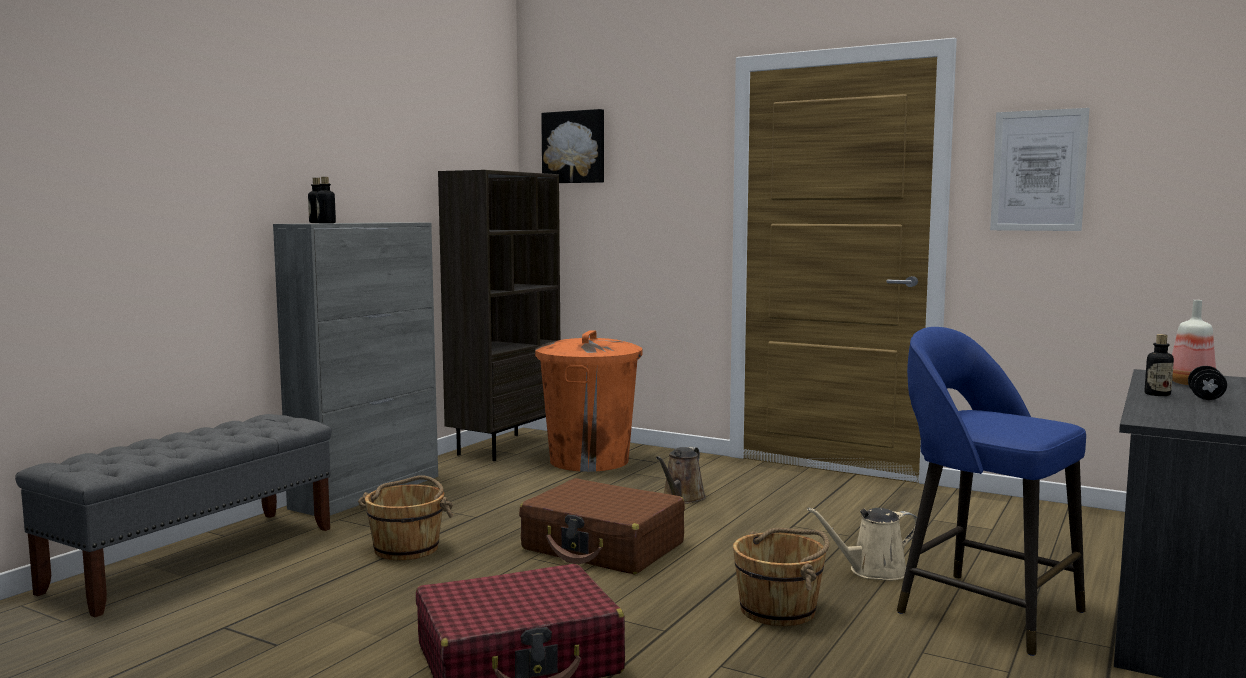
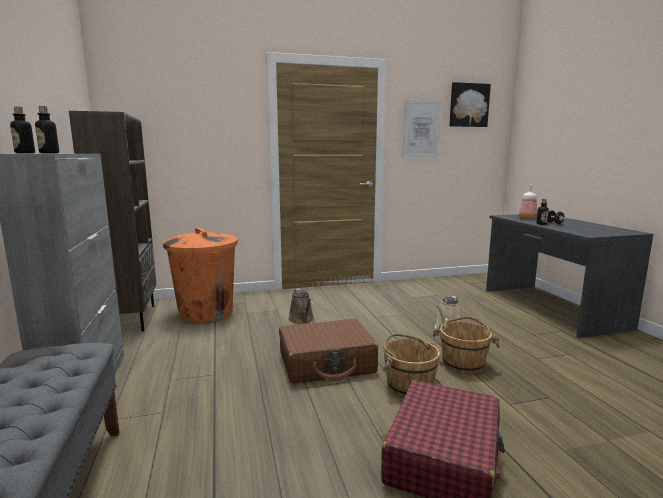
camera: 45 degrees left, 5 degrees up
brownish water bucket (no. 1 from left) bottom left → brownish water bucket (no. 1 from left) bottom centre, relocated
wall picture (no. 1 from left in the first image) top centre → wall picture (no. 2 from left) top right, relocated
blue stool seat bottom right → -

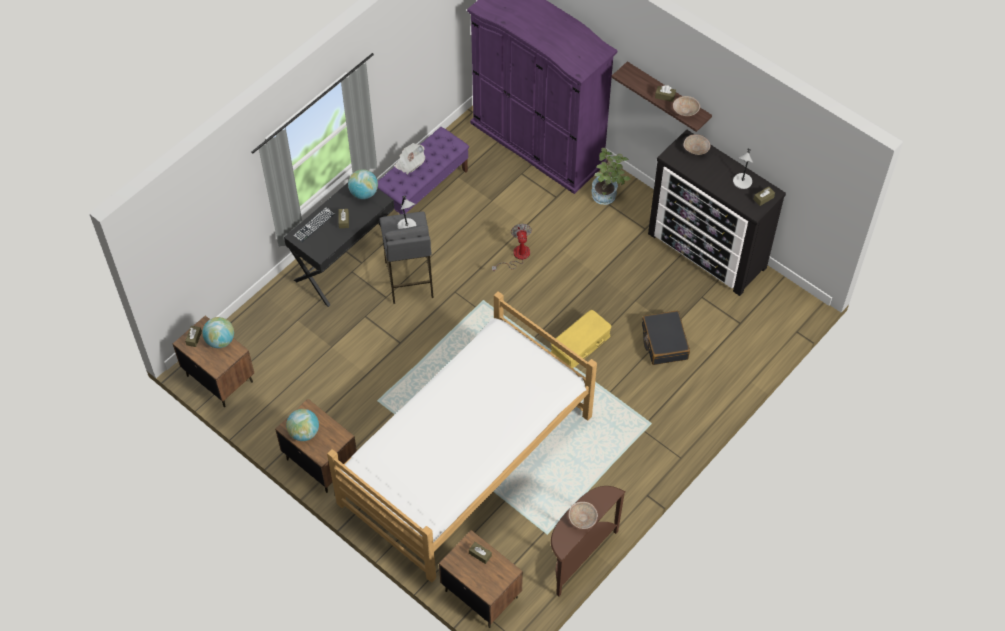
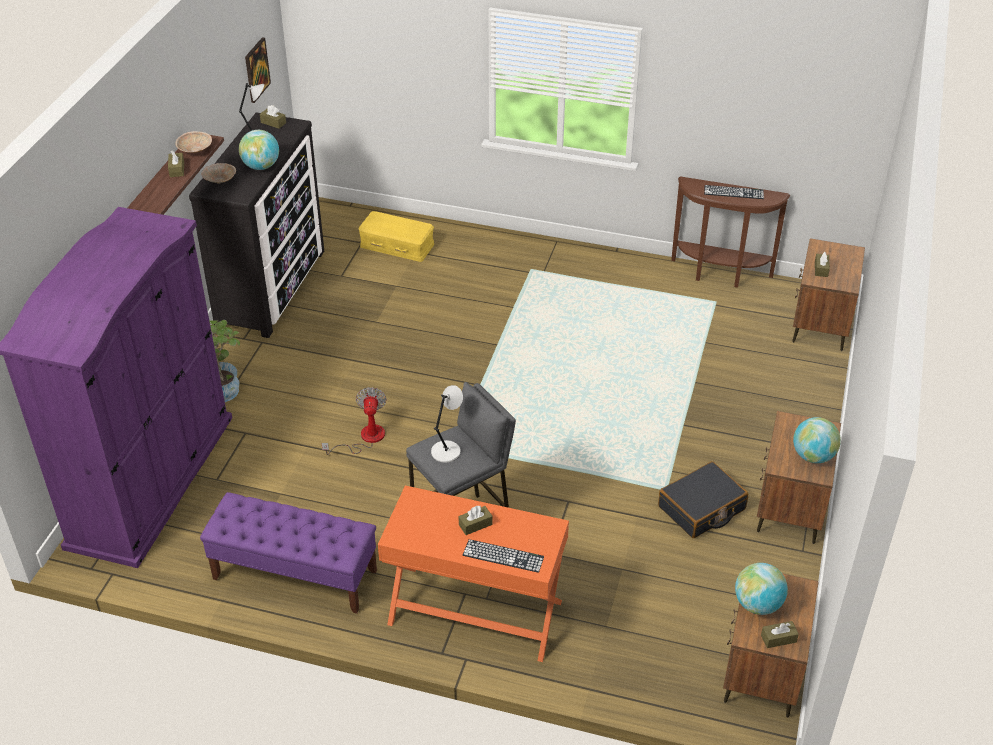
camera: 115 degrees left, 15 degrees down
black desk centre → orangey desk bottom centre
bed bottom centre → -
world globe (no. 3 from left in the first image) top centre → world globe (no. 1 from left) top left, relocated
newspaper top centre → -
electric fan centre, 120 degrees clockwise
yellow-coloured storage container centre → yellow-coloured storage container top centre, relocated
beige bowl (no. 1 from left) bottom centre → computer keyboard (no. 2 from left) top right
black suitcase centre → black suitcase bottom right, relocated
- → wall picture top left

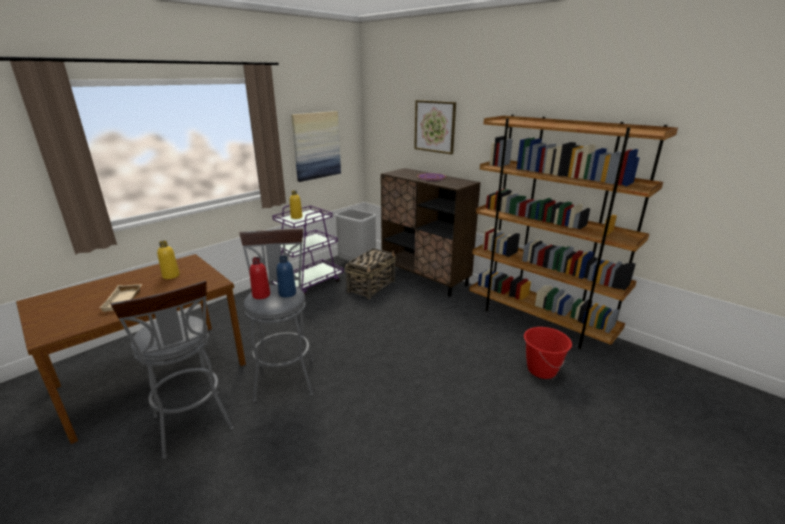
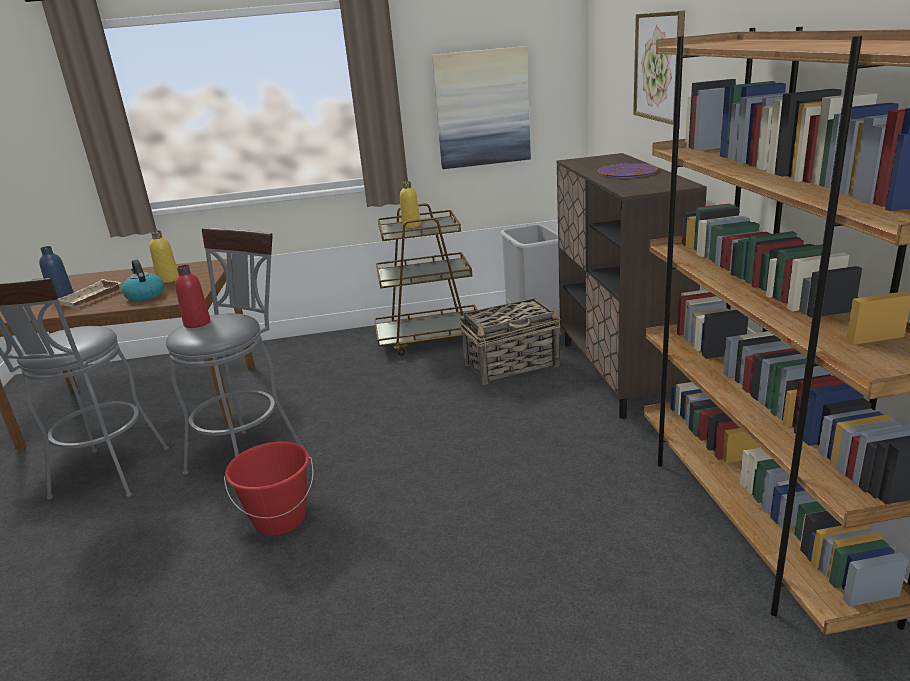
camera: 40 degrees right, 0 degrees up
purple cart centre → brownish cart centre
blue beverage bottle centre → blue beverage bottle middle left, relocated
reddish water bucket bottom right → reddish water bucket bottom left, relocated
- → water kettle middle left

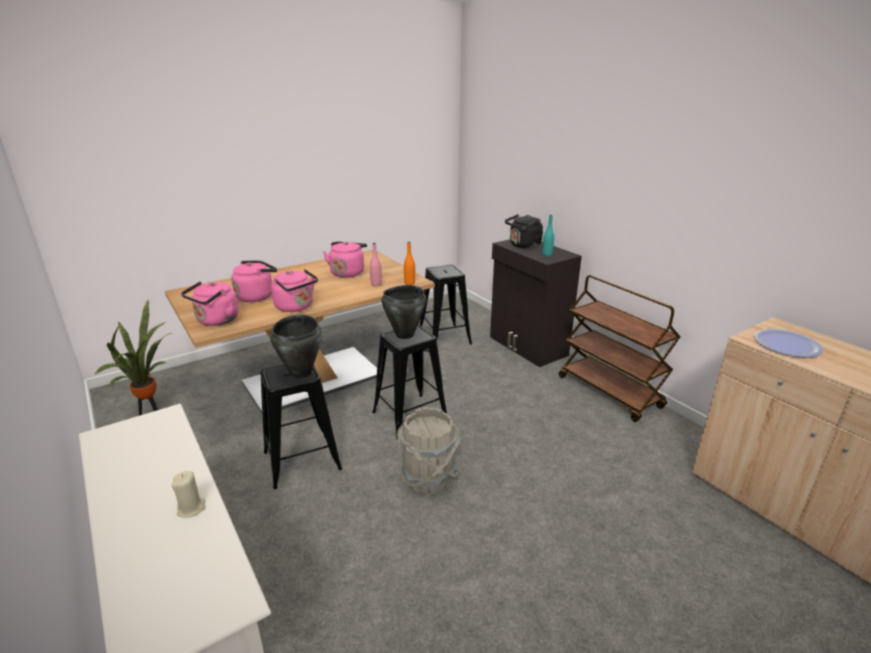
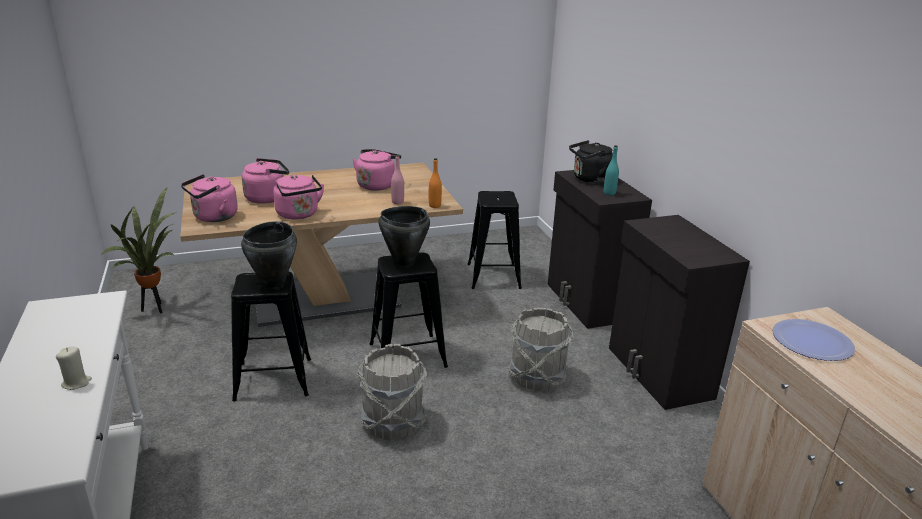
camera: 15 degrees right, 0 degrees up
brownish cart middle right → black cabinet (no. 2 from left) middle right
- → grey water bucket (no. 2 from left) bottom centre

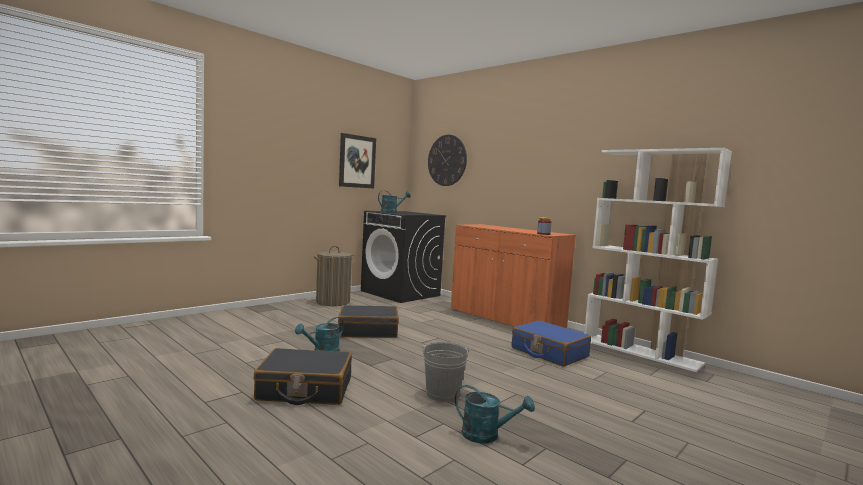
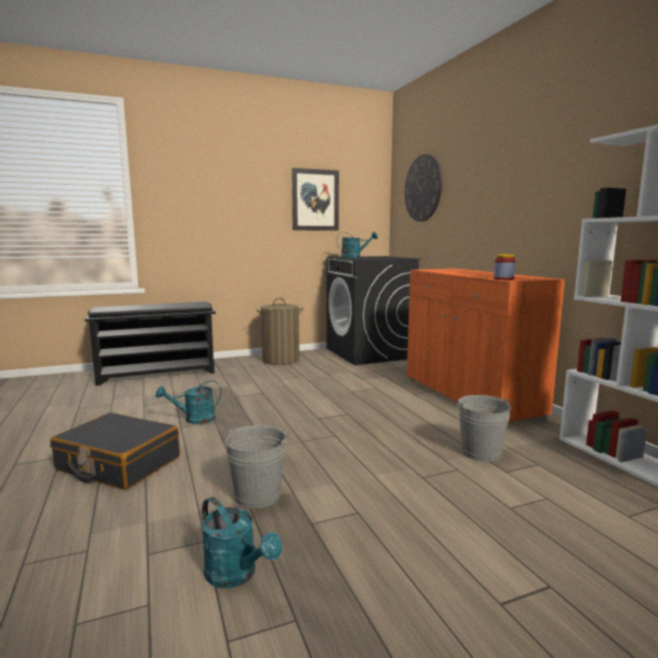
camera: 25 degrees right, 5 degrees up
black suitcase (no. 2 from left) centre → -
blue suitcase bottom centre → grey water bucket (no. 2 from left) middle right
- → black shoe shelf middle left

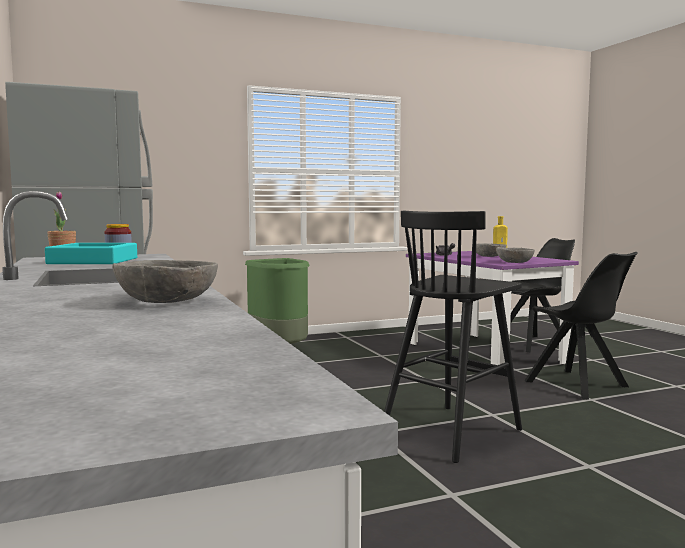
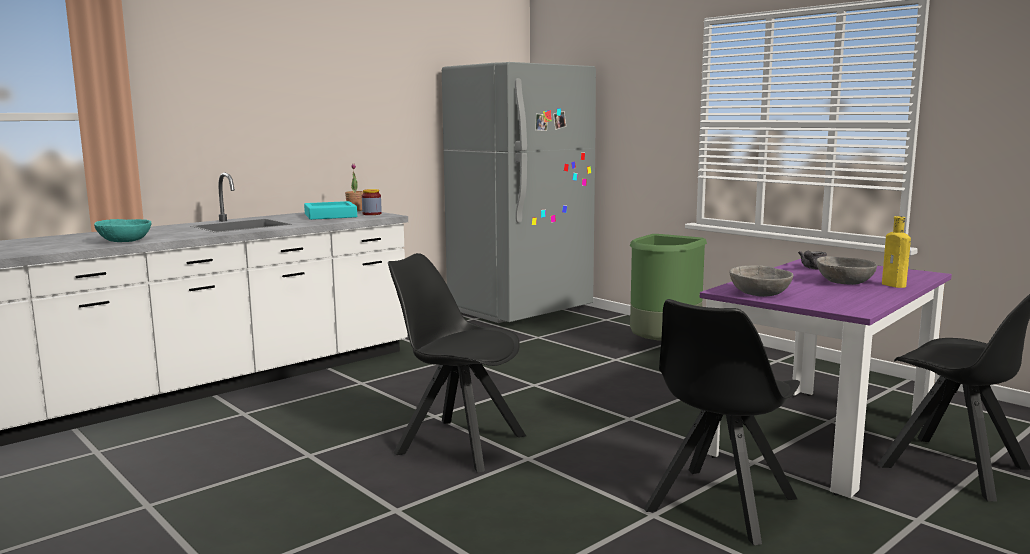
camera: 70 degrees right, 5 degrees up
grey bowl (no. 1 from left) middle left → blue-green bowl middle left
black stool seat centre → black chair (no. 1 from left) centre

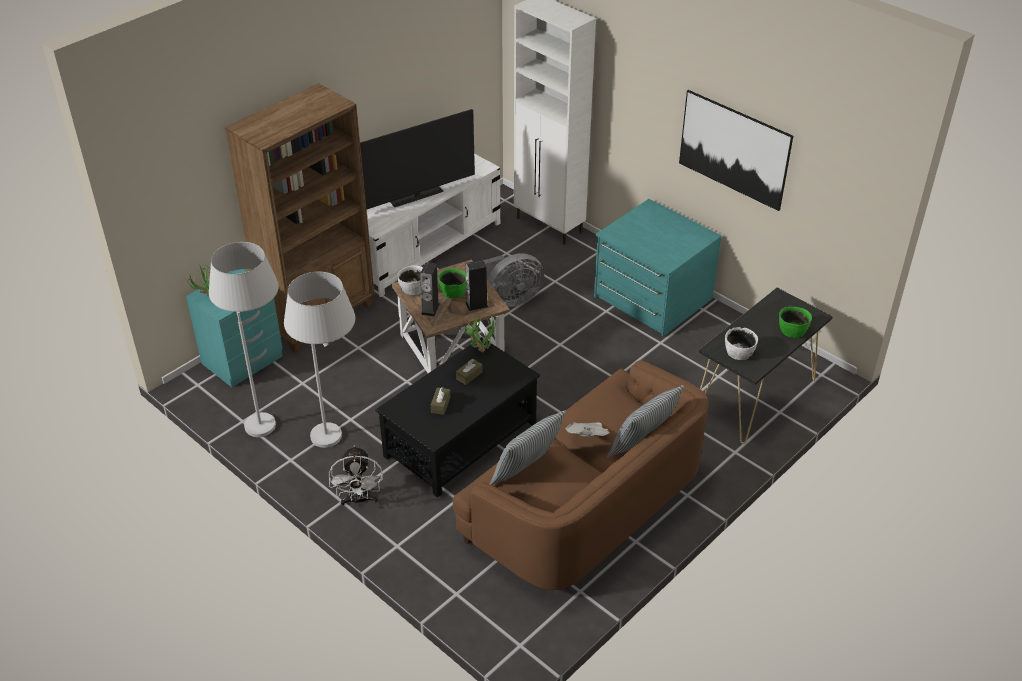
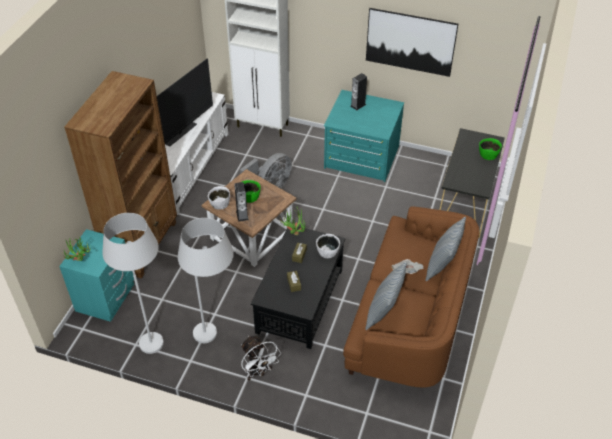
camera: 25 degrees left, 5 degrees up
loudspeaker (no. 2 from left) centre → loudspeaker (no. 2 from left) top centre, relocated
white bowl (no. 2 from left) middle right → white bowl (no. 2 from left) centre, relocated

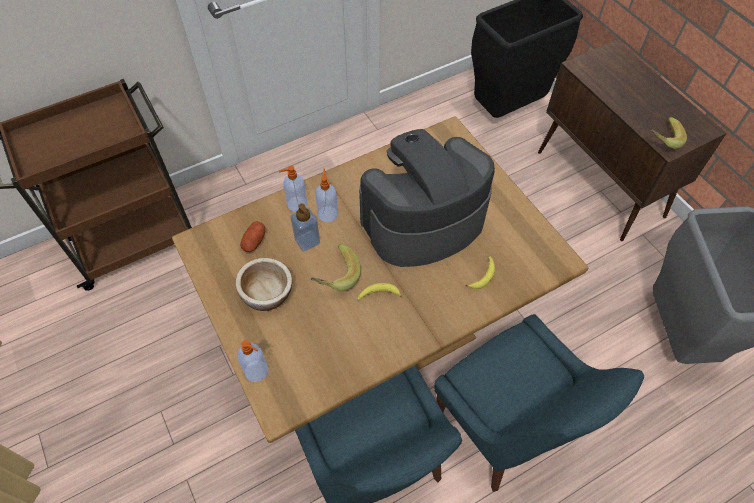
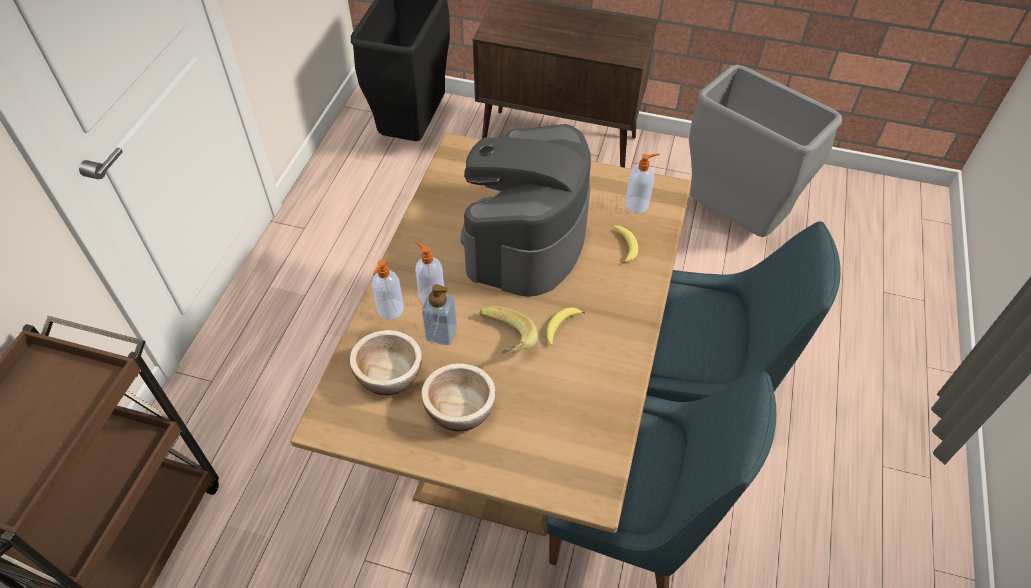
camera: 45 degrees left, 5 degrees down
soap dispenser (no. 1 from left in the first image) bottom centre → soap dispenser (no. 4 from left) top centre, relocated
whole potato centre → bowl (no. 1 from left) centre
banana fruit (no. 4 from left) top right → -

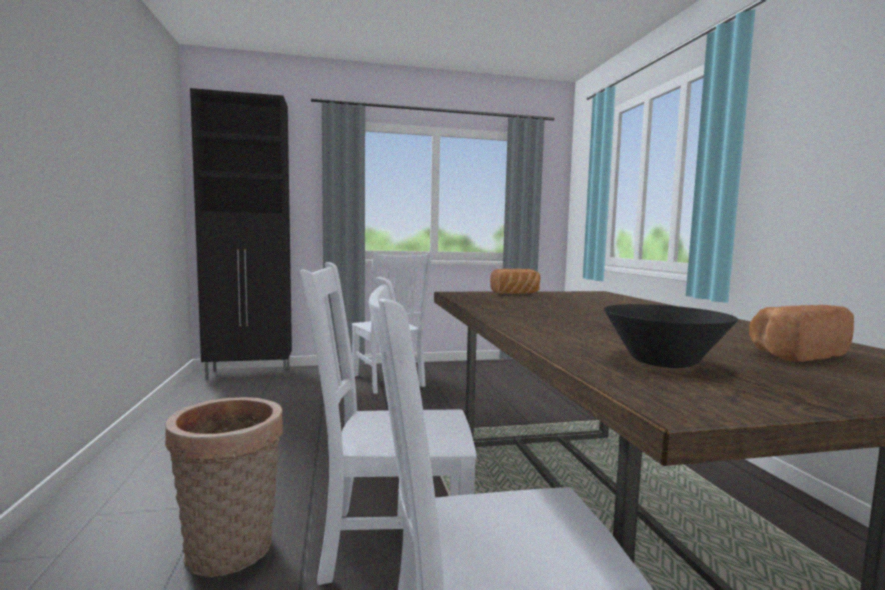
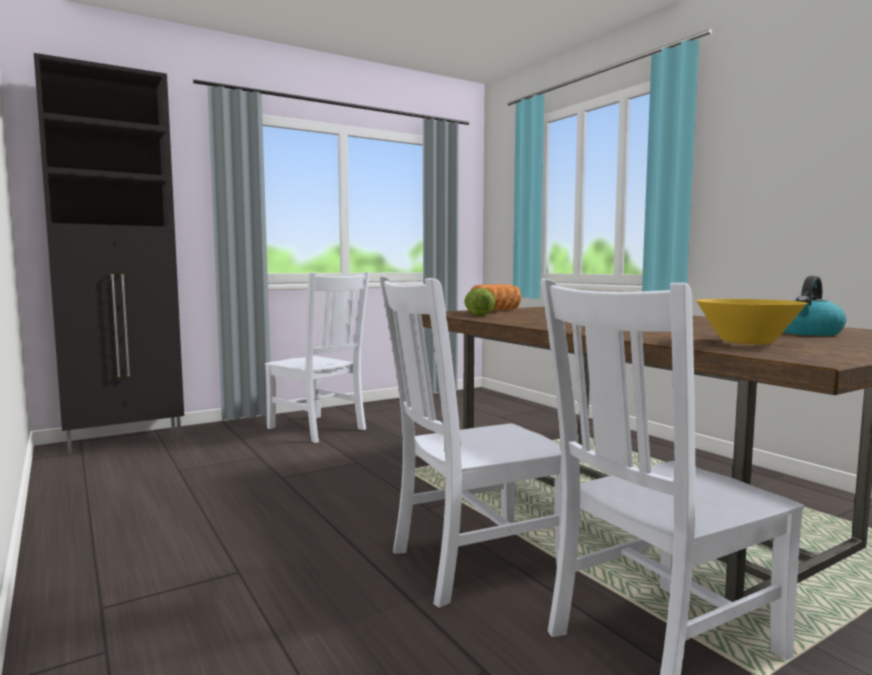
camera: 20 degrees left, 0 degrees up
storage basket bottom left → -
black bowl middle right → yellow-coloured bowl middle right
bread (no. 2 from left) middle right → water kettle middle right
- → lettuce centre

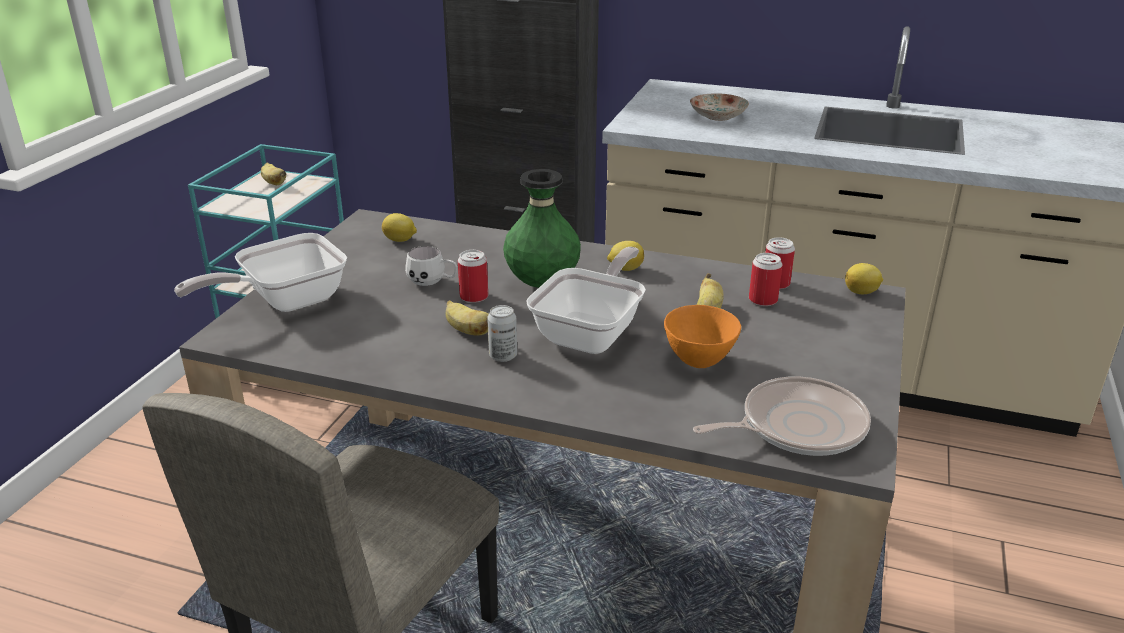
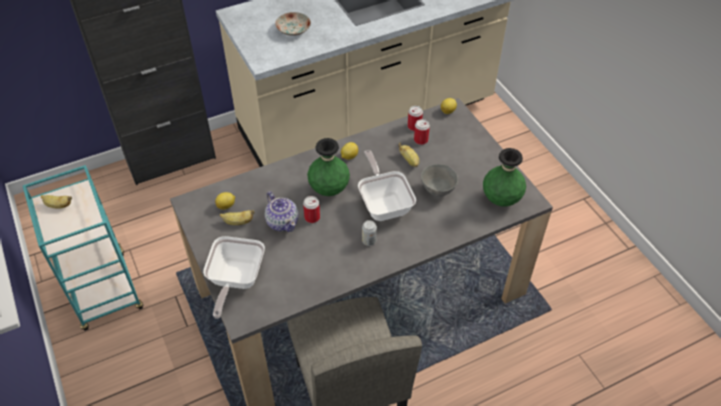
camera: 45 degrees left, 20 degrees up
white tea mug centre → teapot centre
banana fruit (no. 2 from left) centre → banana fruit (no. 2 from left) middle left, relocated
orangey bowl centre → grey bowl centre
pan (no. 3 from left) middle right → green-coloured vase (no. 2 from left) middle right

